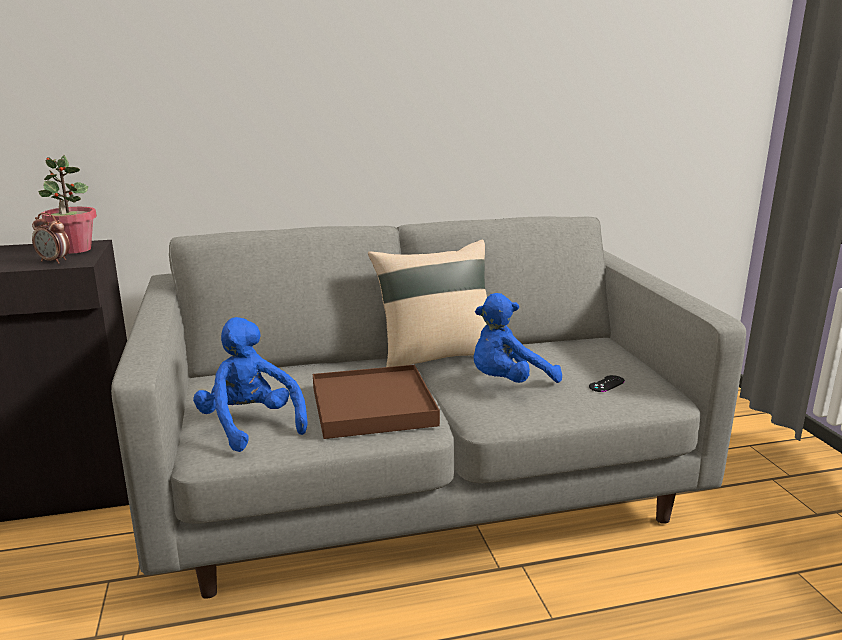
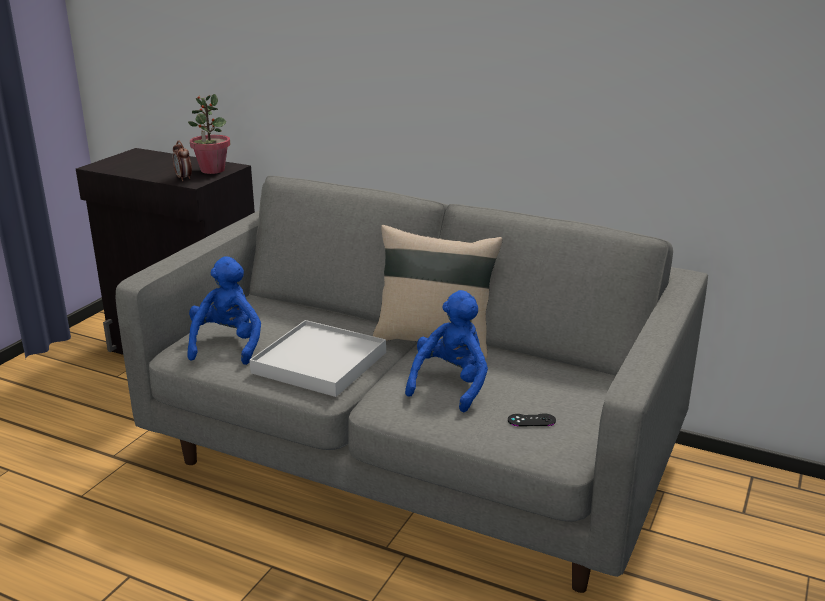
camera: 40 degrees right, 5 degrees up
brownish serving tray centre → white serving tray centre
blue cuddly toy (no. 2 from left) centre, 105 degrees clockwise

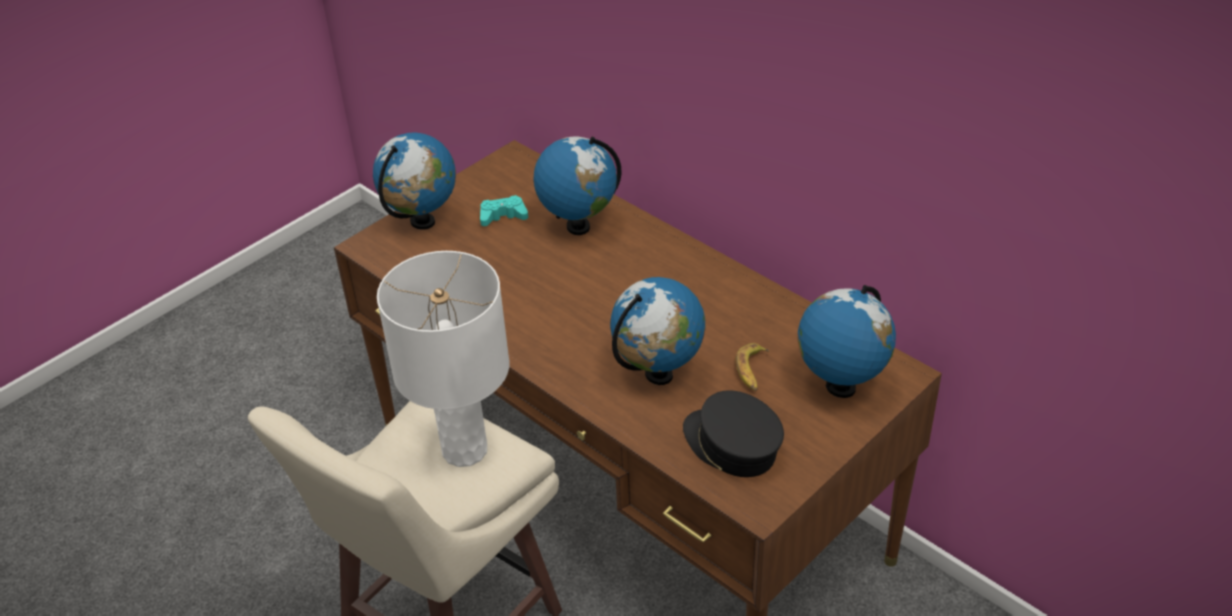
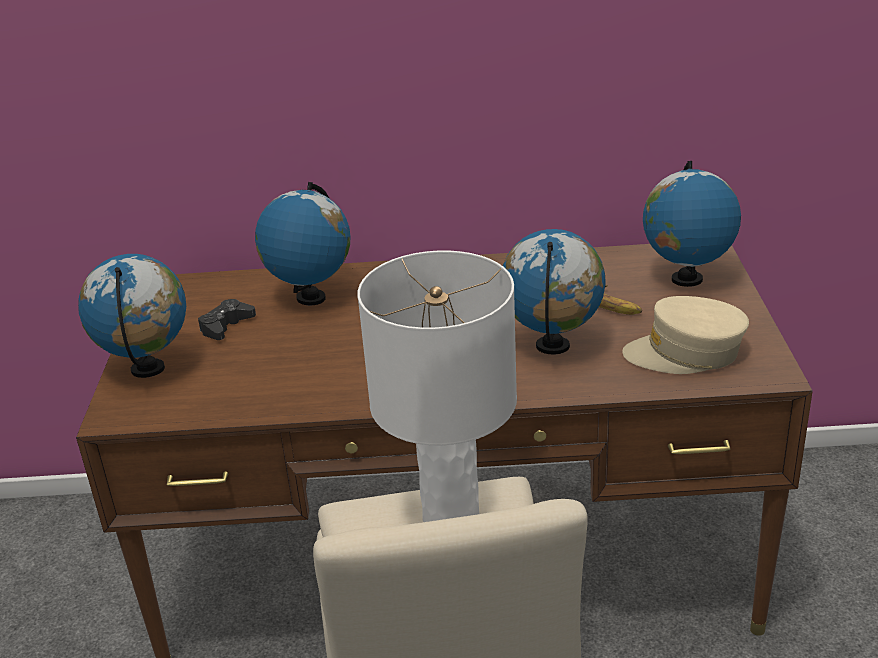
camera: 45 degrees left, 10 degrees down
blue-green joypad centre → black joypad middle left
black baseball cap bottom centre → beige baseball cap middle right

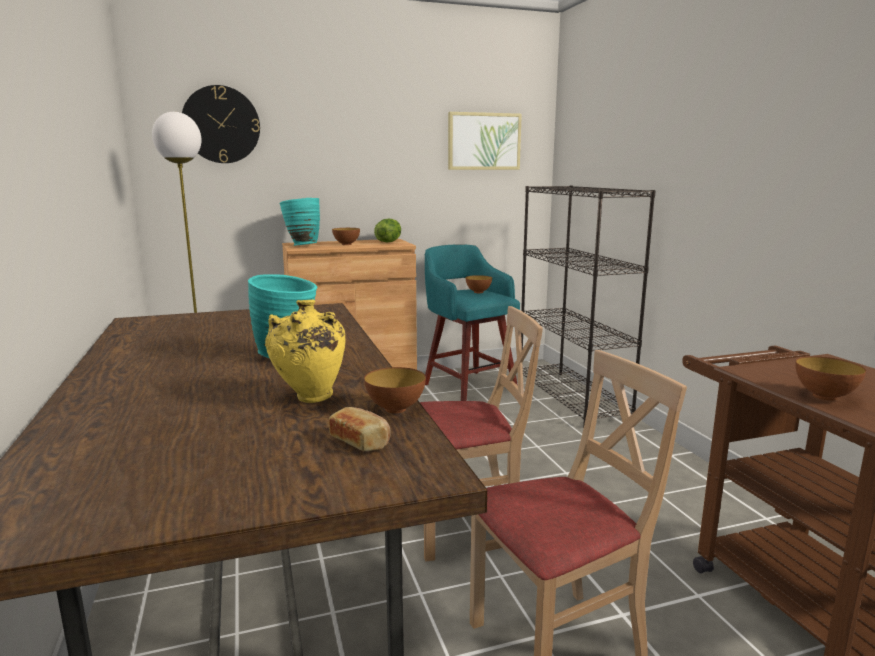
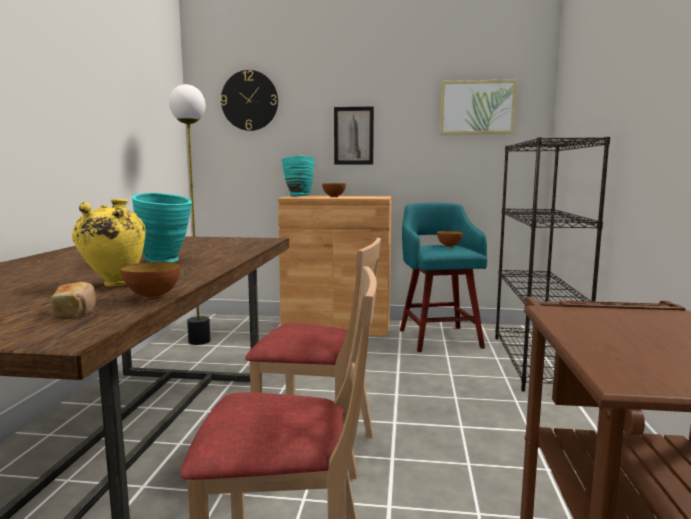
camera: 25 degrees right, 5 degrees down
lettuce centre → -
bowl (no. 4 from left) middle right → -
- → wall picture (no. 1 from left) top centre

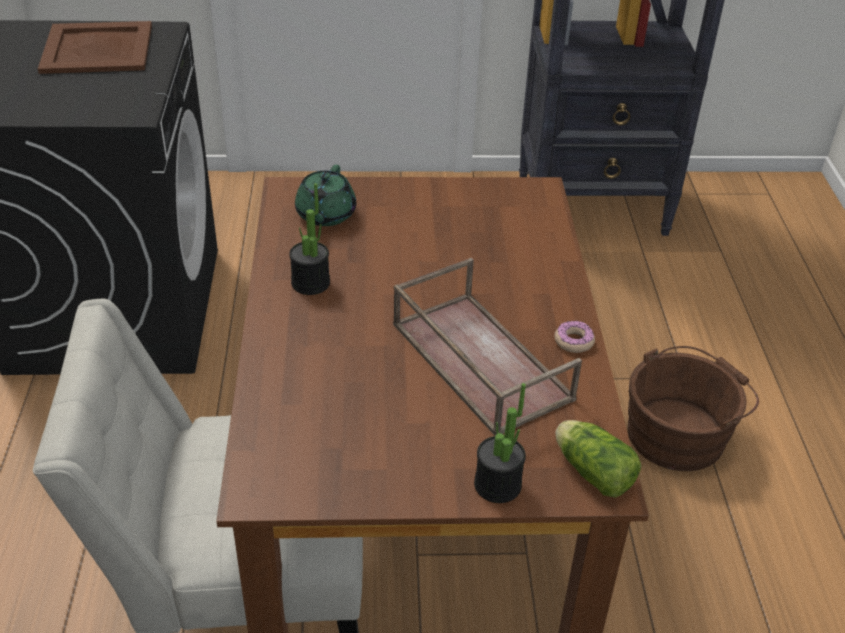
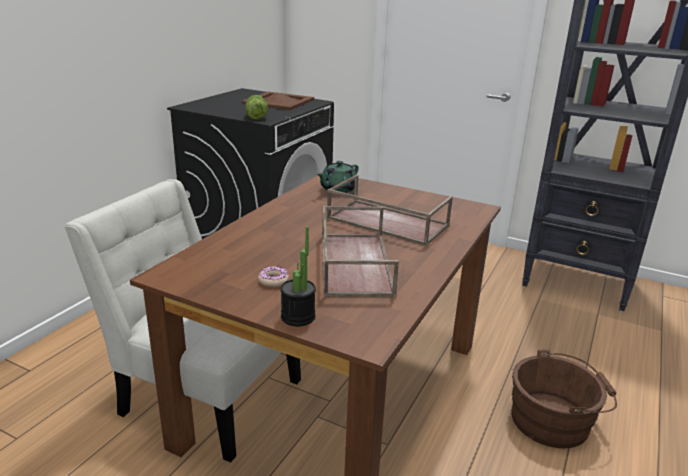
camera: 30 degrees right, 15 degrees down
plant in a pot (no. 1 from left) centre → -
ring doughnut middle right → ring doughnut centre, relocated
lettuce bottom right → lettuce top centre, relocated
- → brownish serving tray (no. 3 from left) centre

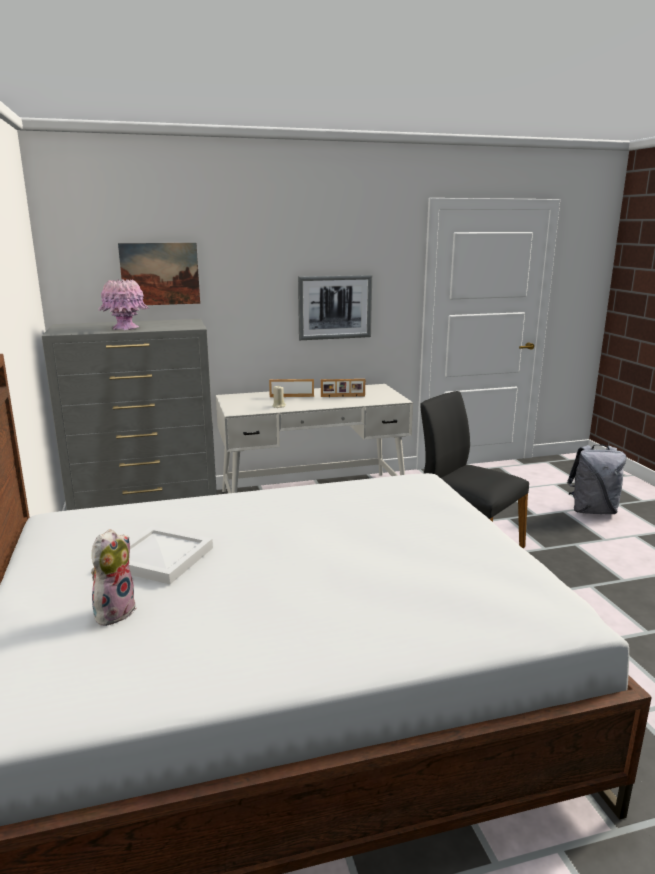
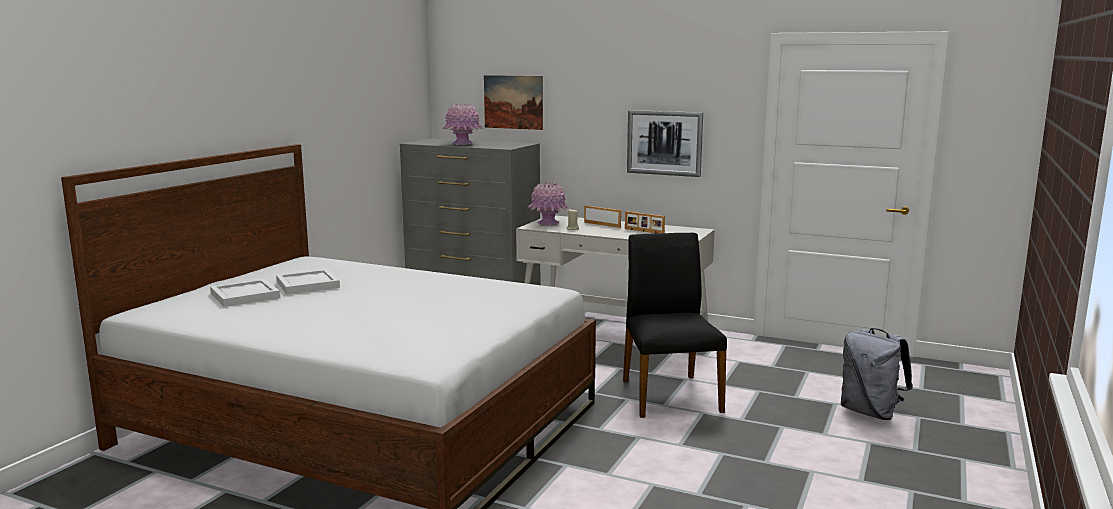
camera: 40 degrees right, 5 degrees down
cuddly toy middle left → white serving tray (no. 1 from left) middle left
- → pink vase (no. 2 from left) centre

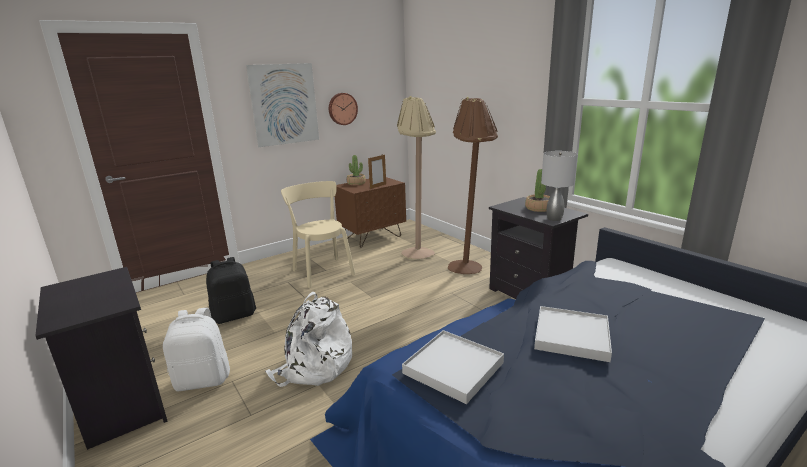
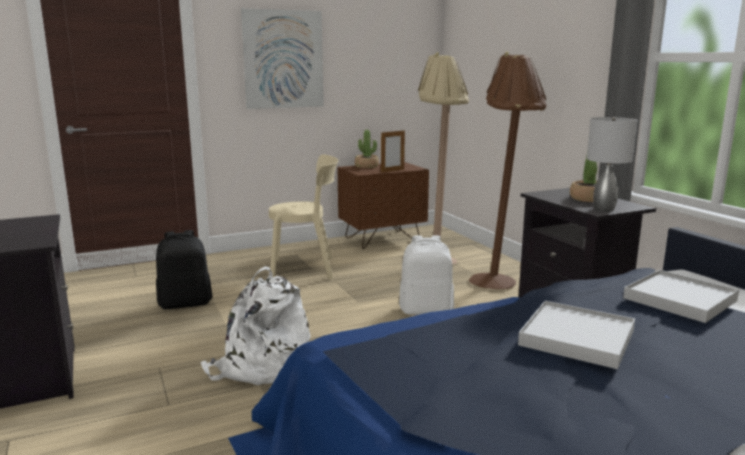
camera: 10 degrees right, 5 degrees down
white rucksack (no. 1 from left in the first image) bottom left → white rucksack (no. 2 from left) centre, relocated
beige chair centre, 105 degrees clockwise
hanging clock top centre → -
white serving tray (no. 1 from left in the first image) bottom centre → white serving tray (no. 2 from left) middle right, relocated

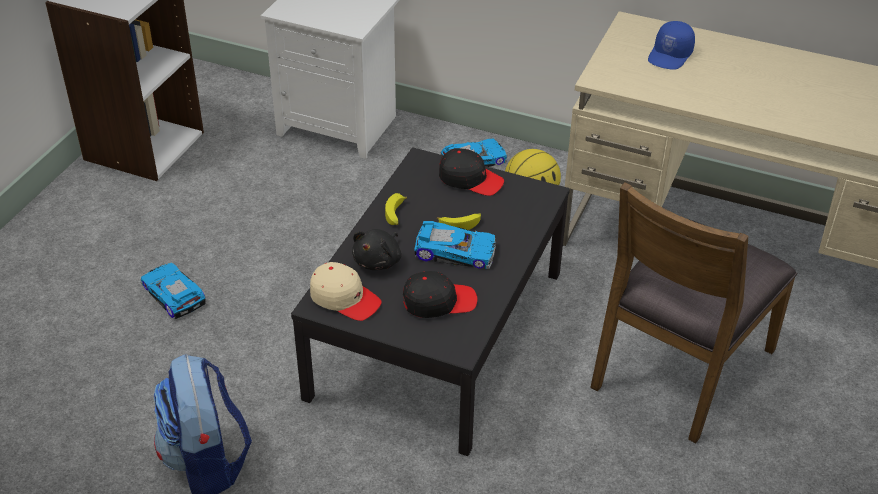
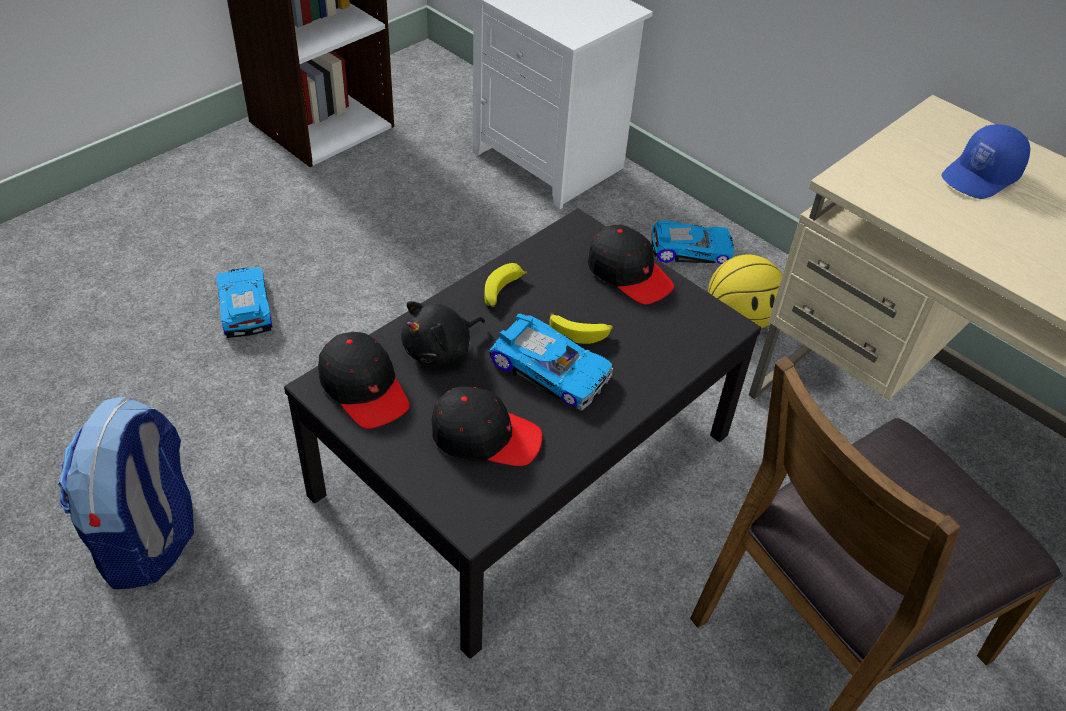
camera: 20 degrees right, 5 degrees up
beige baseball cap centre → black baseball cap (no. 1 from left) centre

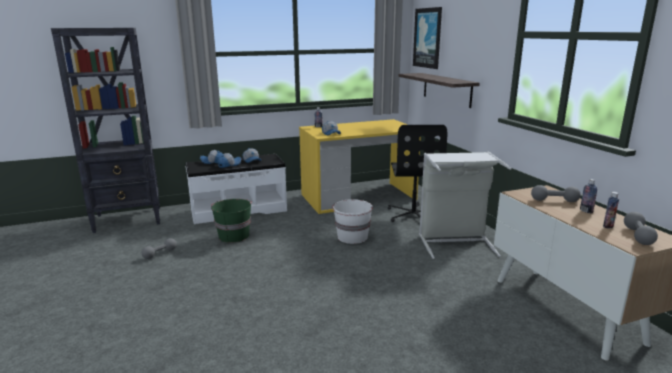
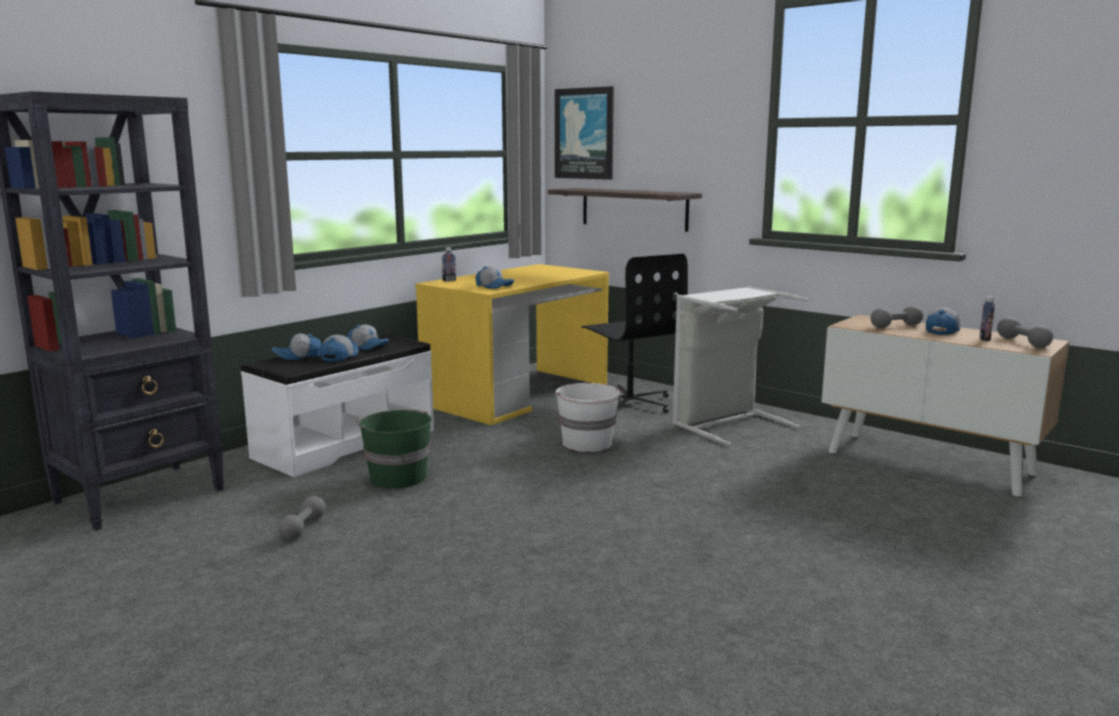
camera: 30 degrees left, 5 degrees down
beverage bottle (no. 2 from left) middle right → baseball cap (no. 5 from left) middle right

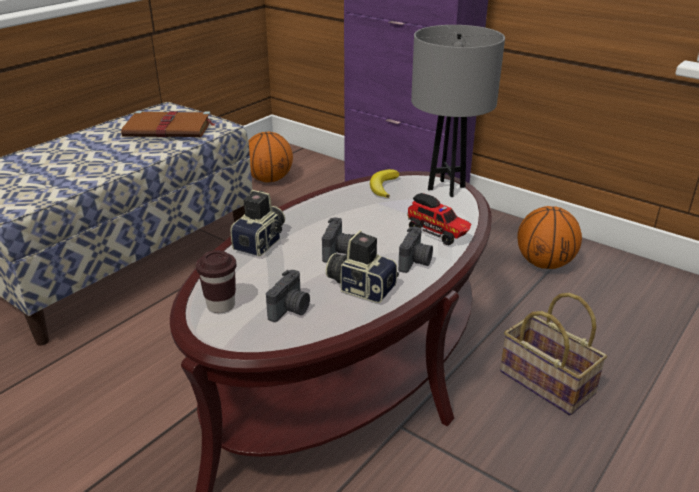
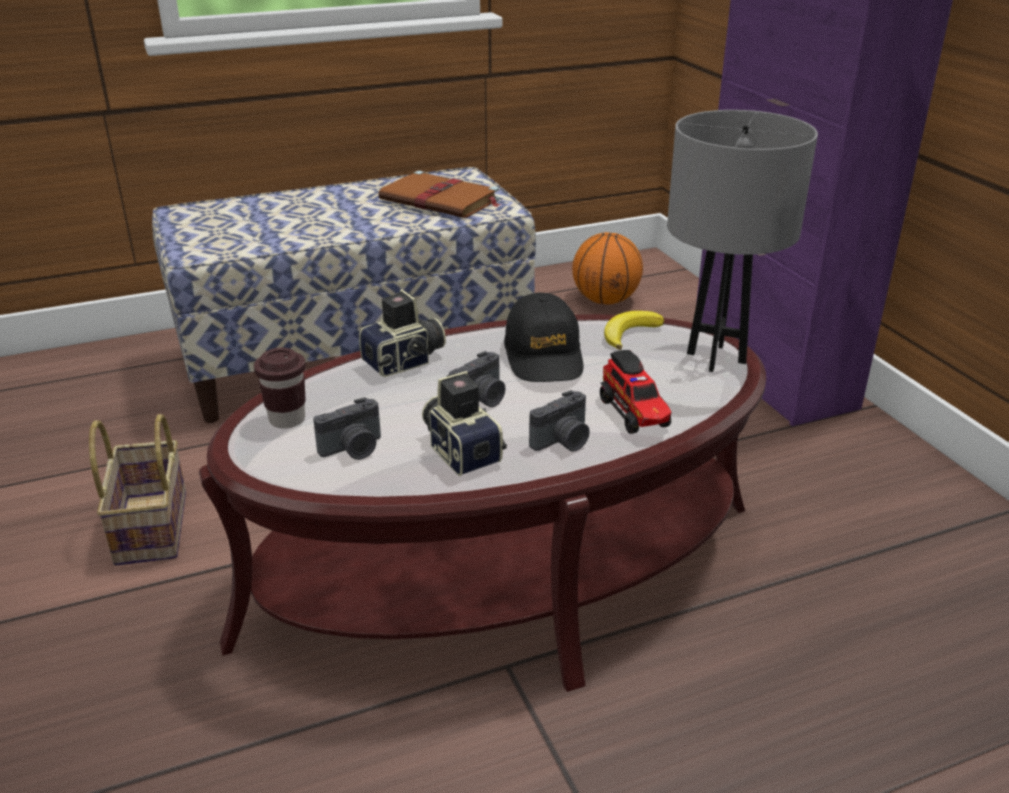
camera: 30 degrees right, 0 degrees up
storage basket bottom right → storage basket middle left, relocated
ball for basketball (no. 2 from left) middle right → -
- → black baseball cap centre

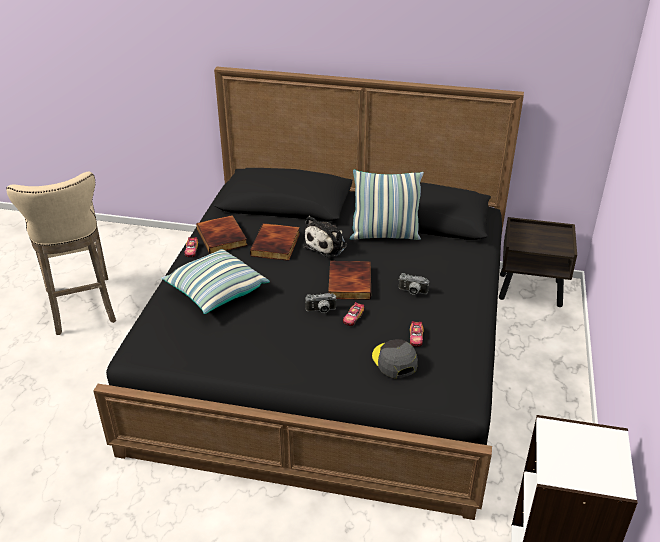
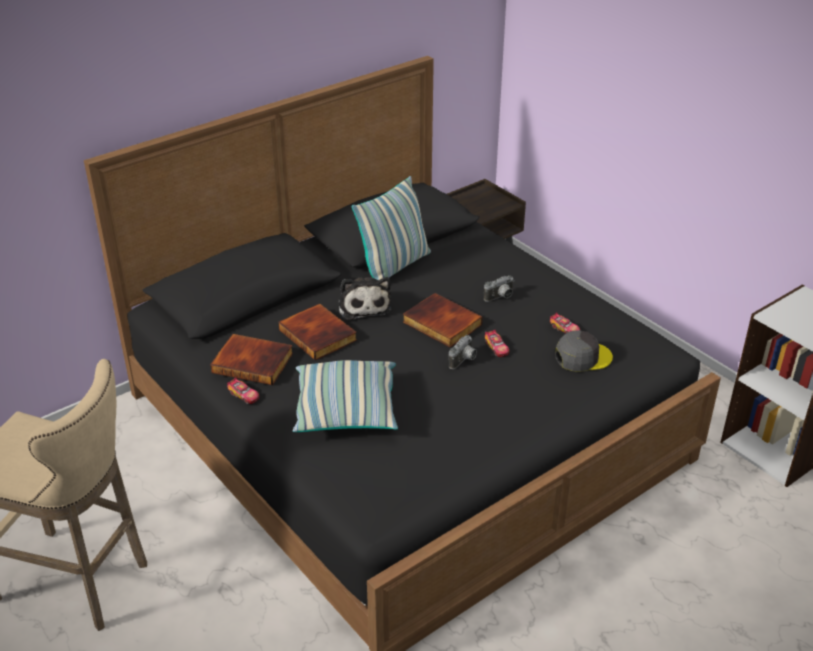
camera: 50 degrees left, 0 degrees up
grey baseball cap centre → grey baseball cap middle right, 150 degrees clockwise

